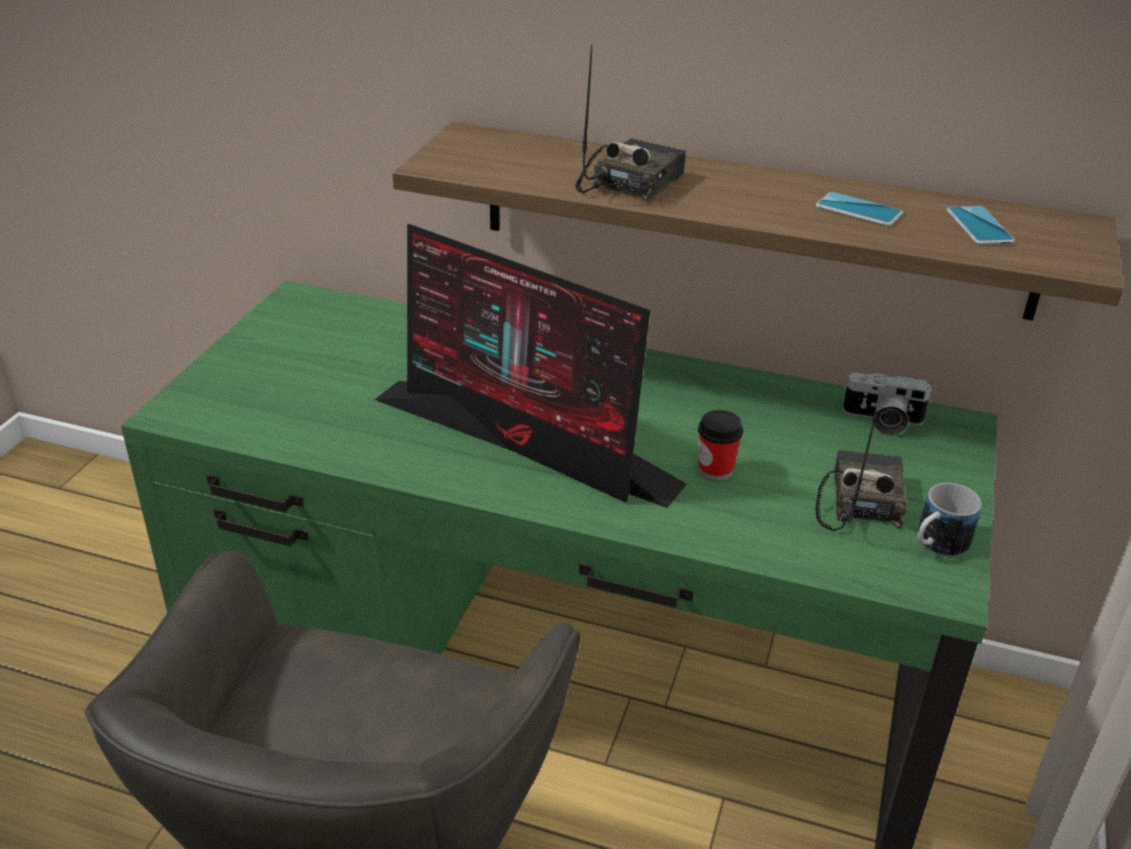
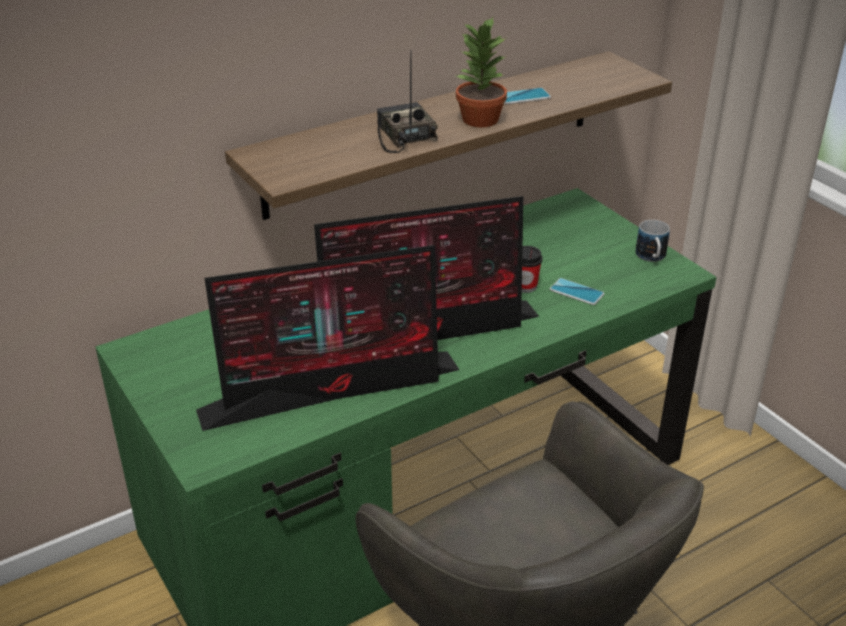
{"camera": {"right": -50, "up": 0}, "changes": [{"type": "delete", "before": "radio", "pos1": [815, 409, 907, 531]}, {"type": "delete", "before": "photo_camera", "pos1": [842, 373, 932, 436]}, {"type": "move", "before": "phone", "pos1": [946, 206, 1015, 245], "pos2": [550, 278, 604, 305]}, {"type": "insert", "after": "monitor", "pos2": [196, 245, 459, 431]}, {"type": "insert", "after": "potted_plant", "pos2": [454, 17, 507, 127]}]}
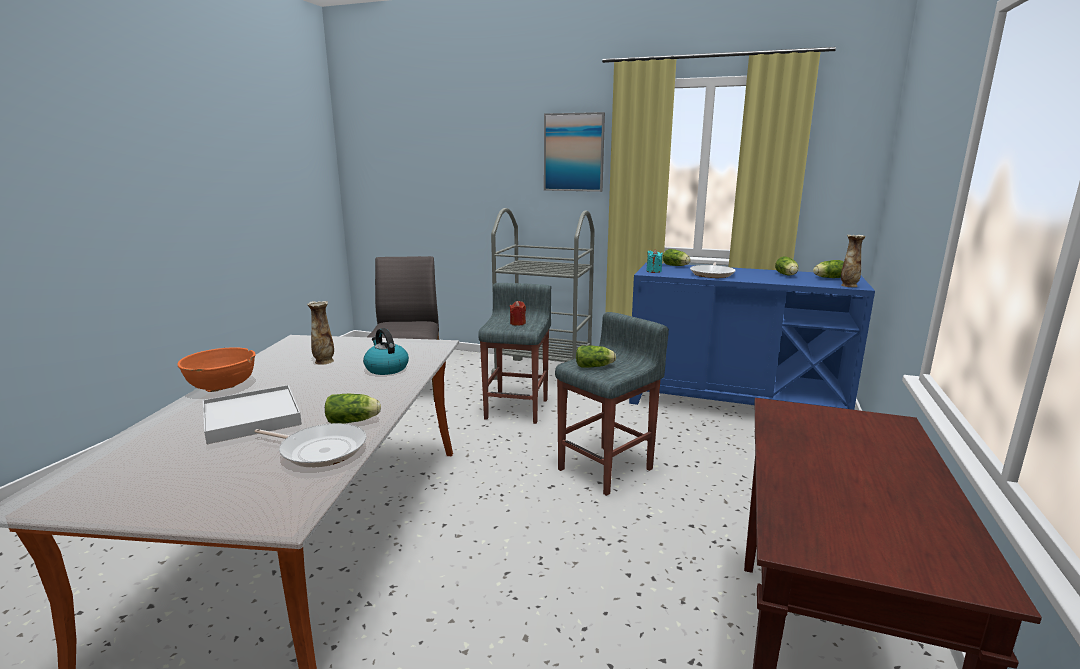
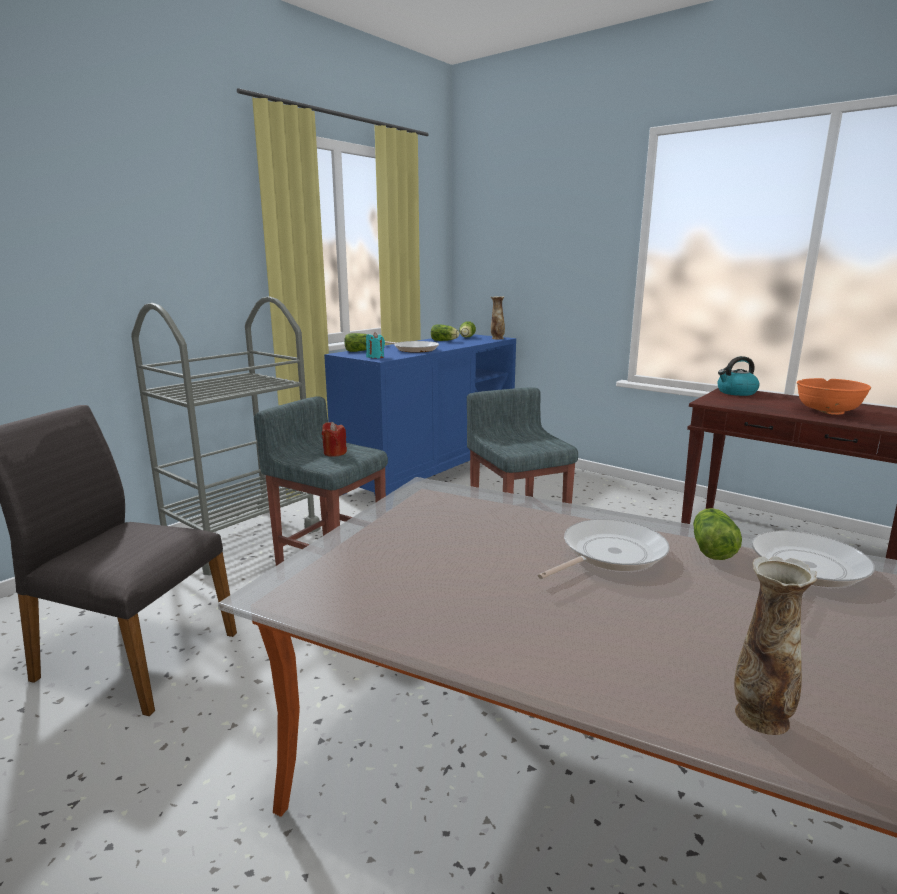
{"camera": {"right": -70, "up": 0}, "changes": [{"type": "move", "before": "orange_bowl", "pos1": [177, 348, 256, 392], "pos2": [797, 378, 871, 415]}, {"type": "delete", "before": "white_tray", "pos1": [203, 385, 302, 444]}, {"type": "move", "before": "vase", "pos1": [307, 301, 334, 365], "pos2": [734, 556, 817, 735]}, {"type": "move", "before": "kettle", "pos1": [363, 328, 409, 375], "pos2": [718, 356, 760, 396]}, {"type": "delete", "before": "picture", "pos1": [544, 112, 605, 192]}, {"type": "delete", "before": "lettuce", "pos1": [576, 346, 616, 368]}, {"type": "insert", "after": "frying_pan", "pos2": [538, 519, 670, 579]}]}
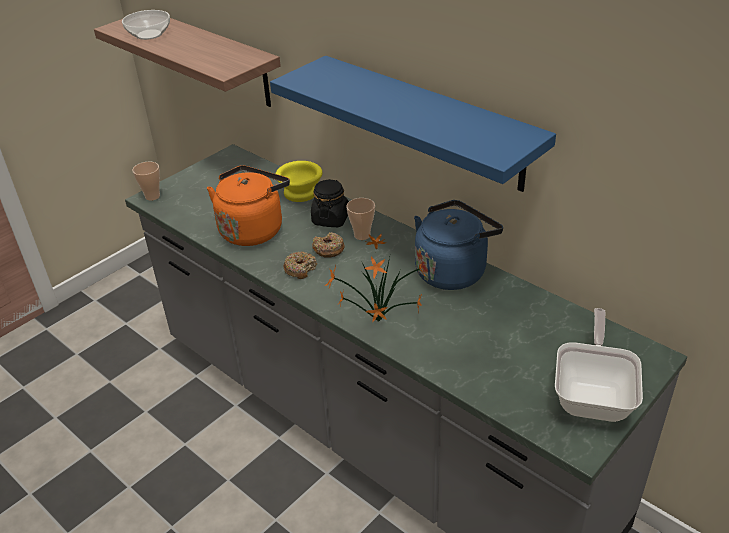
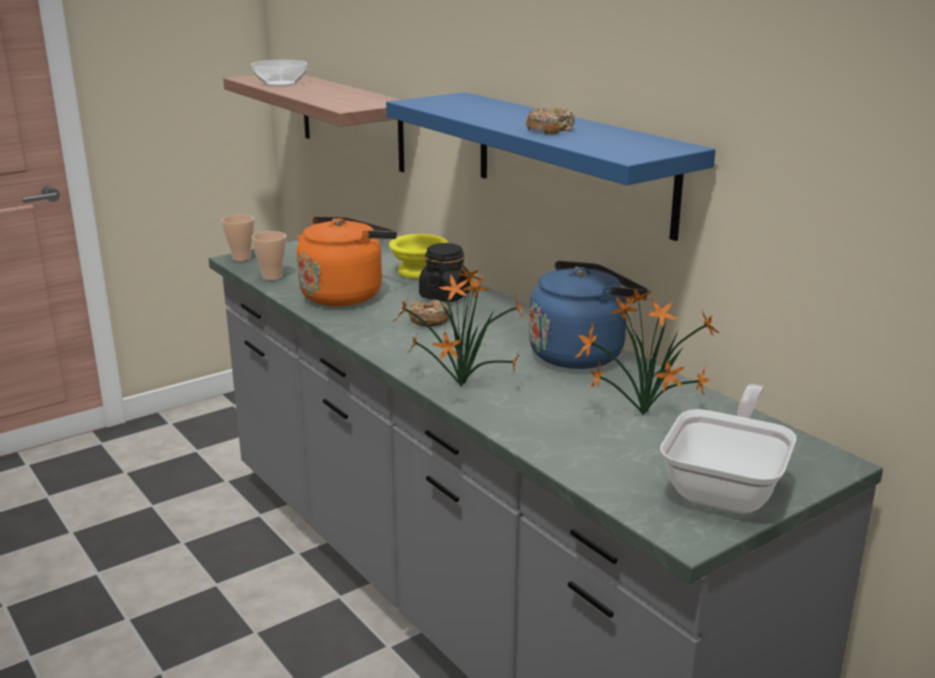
{"camera": {"right": 10, "up": -15}, "changes": [{"type": "move", "before": "donut", "pos1": [283, 252, 317, 279], "pos2": [526, 107, 575, 134]}, {"type": "move", "before": "cup", "pos1": [346, 198, 375, 240], "pos2": [252, 231, 286, 281]}, {"type": "insert", "after": "potted_plant", "pos2": [575, 288, 720, 415]}]}
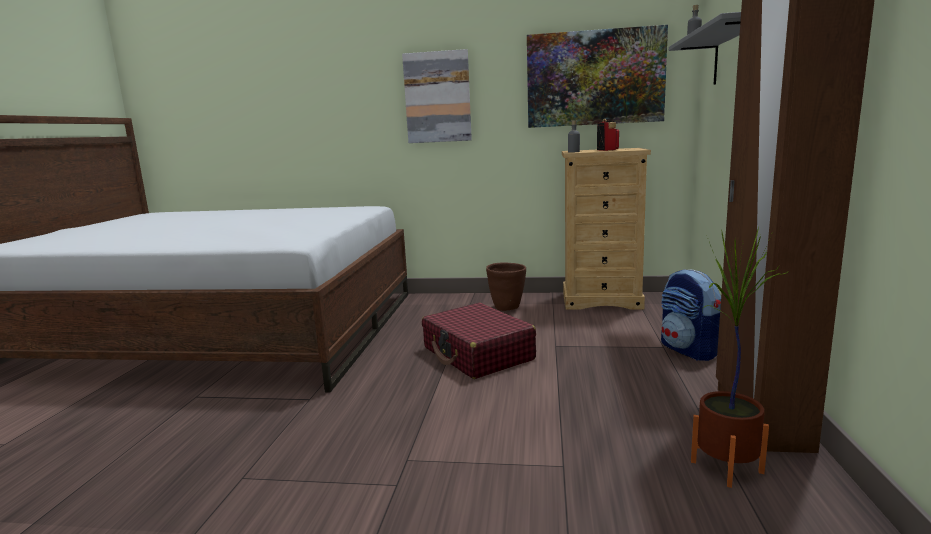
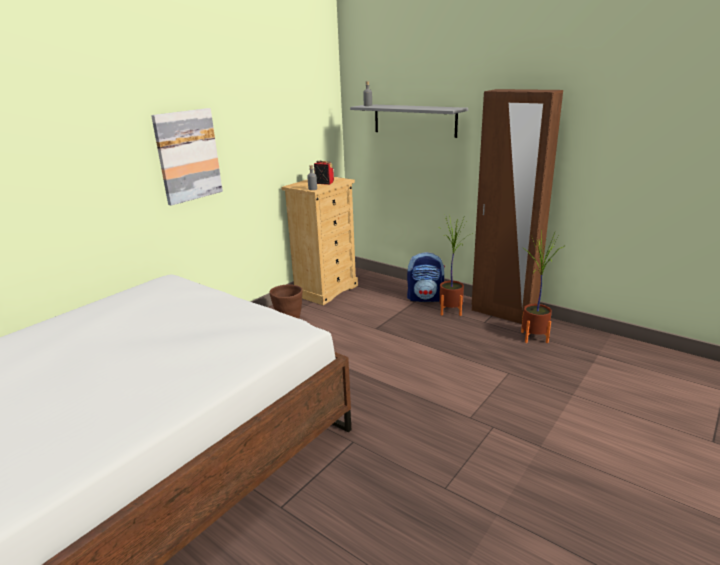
{"camera": {"right": -60, "up": 10}, "changes": [{"type": "delete", "before": "red_suitcase", "pos1": [422, 303, 536, 379]}, {"type": "delete", "before": "picture", "pos1": [527, 25, 668, 128]}, {"type": "insert", "after": "potted_plant", "pos2": [439, 214, 473, 316]}]}
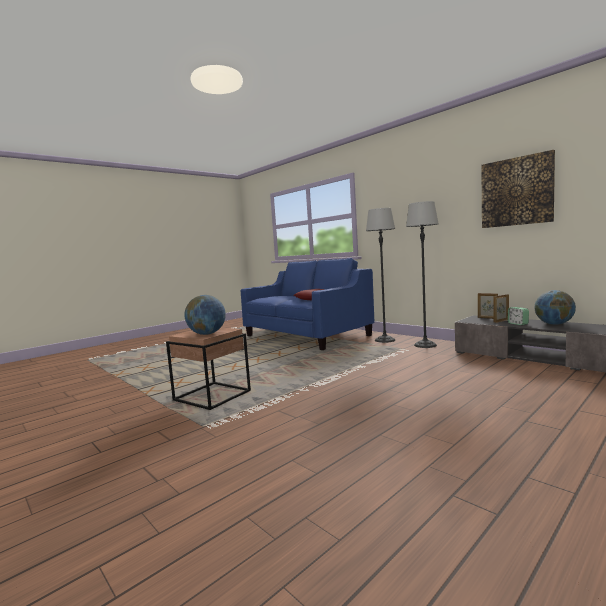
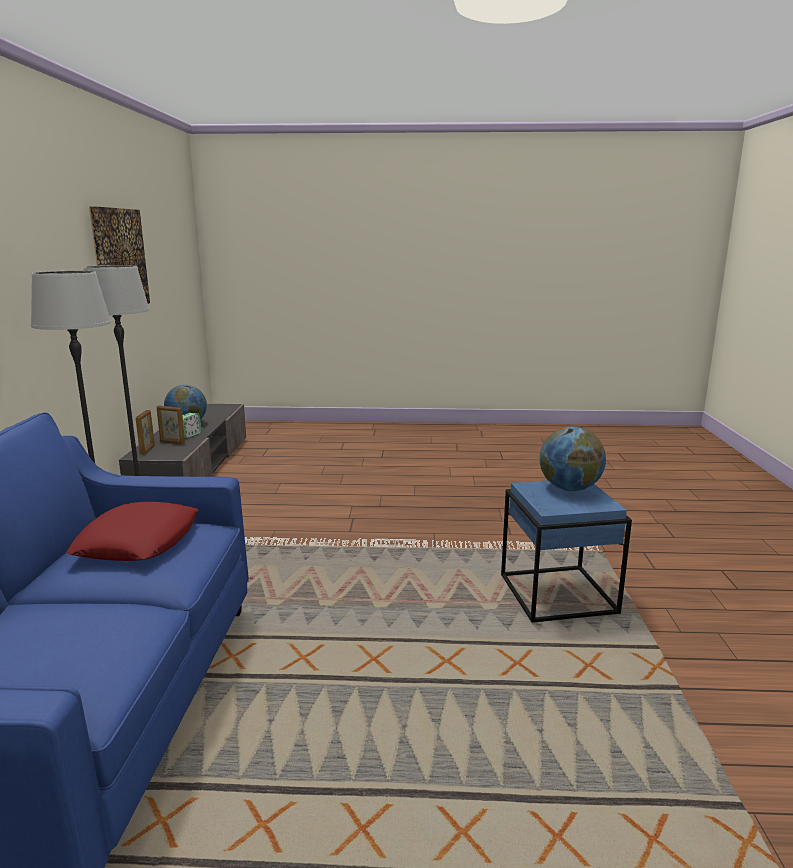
{"camera": {"right": -135, "up": 10}, "changes": [{"type": "recolor", "before": "brown_side_table", "after": "blue_side_table", "pos1": [166, 327, 251, 410], "pos2": [501, 481, 632, 623]}]}
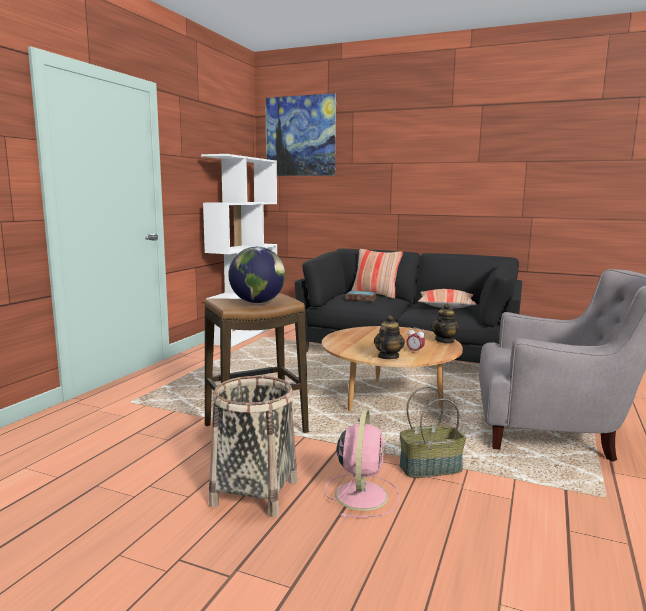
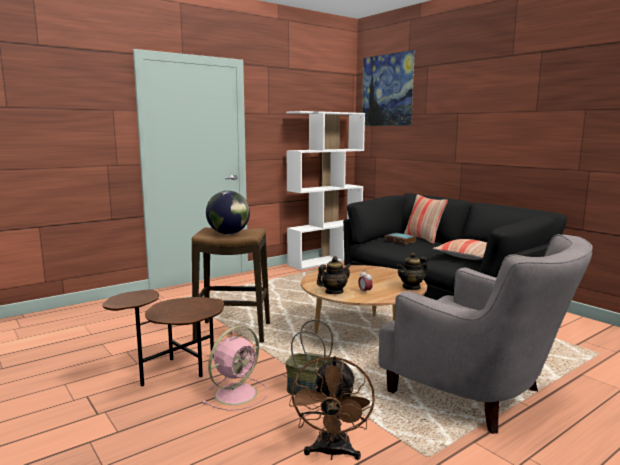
{"camera": {"right": 30, "up": 0}, "changes": [{"type": "replace", "before": "basket", "after": "brown_side_table", "pos1": [209, 376, 298, 517], "pos2": [102, 290, 224, 386]}, {"type": "insert", "after": "brown_fan", "pos2": [289, 356, 375, 460]}]}
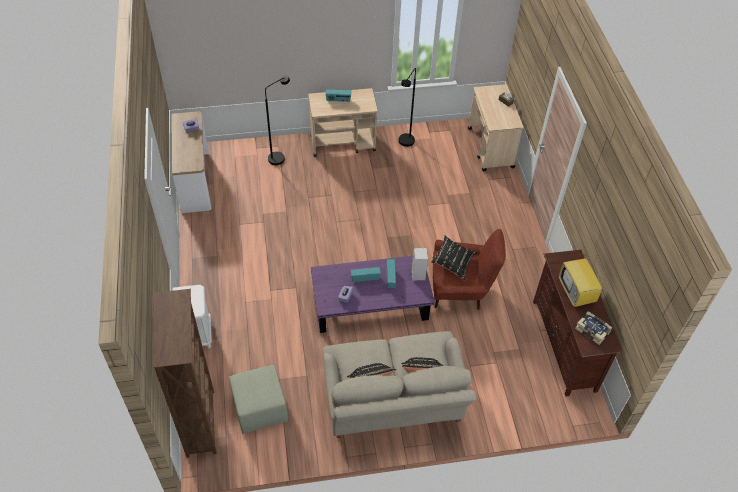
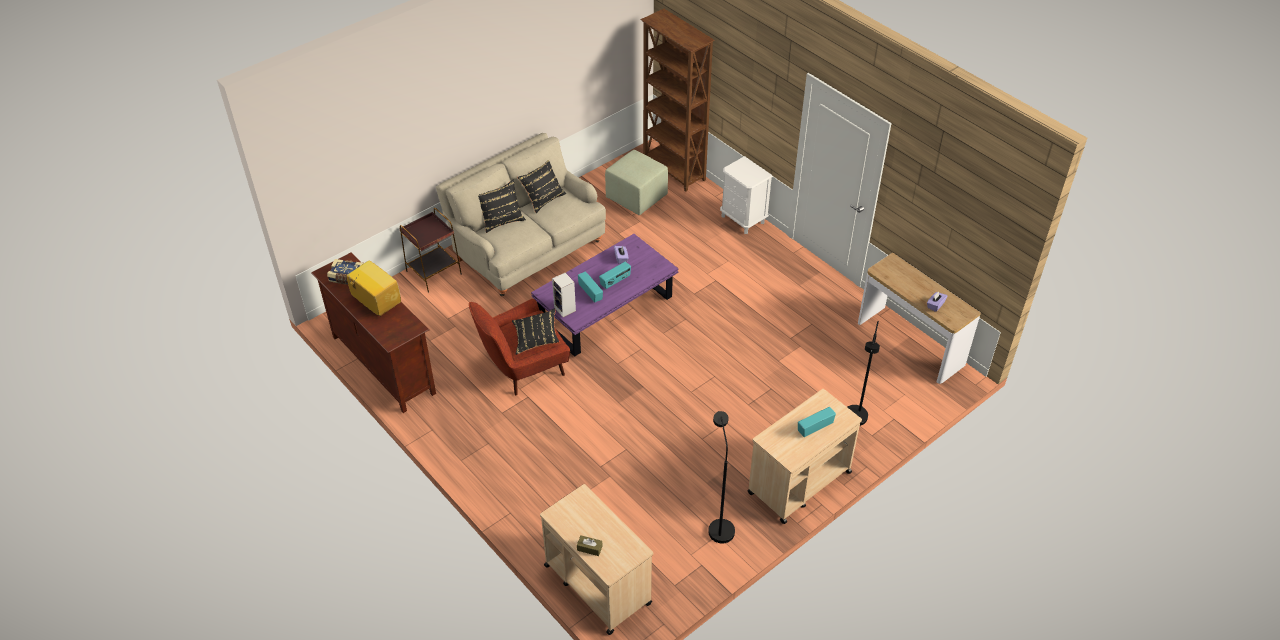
{"camera": {"right": 150, "up": -5}, "changes": [{"type": "insert", "after": "brown_side_table", "pos2": [400, 208, 462, 293]}]}
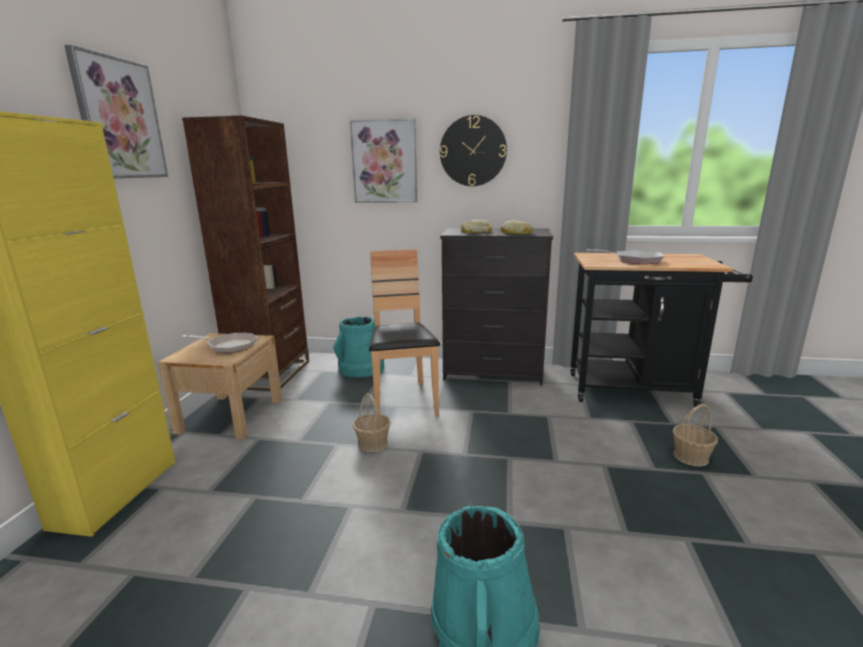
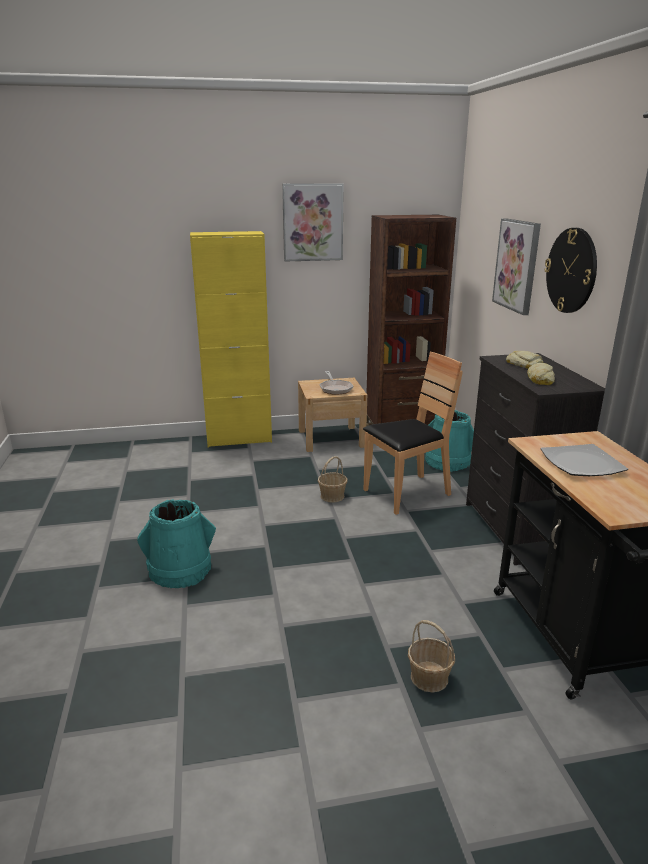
{"camera": {"right": 70, "up": 5}, "changes": [{"type": "replace", "before": "frying_pan", "after": "plate", "pos1": [587, 249, 665, 265], "pos2": [540, 444, 628, 476]}]}
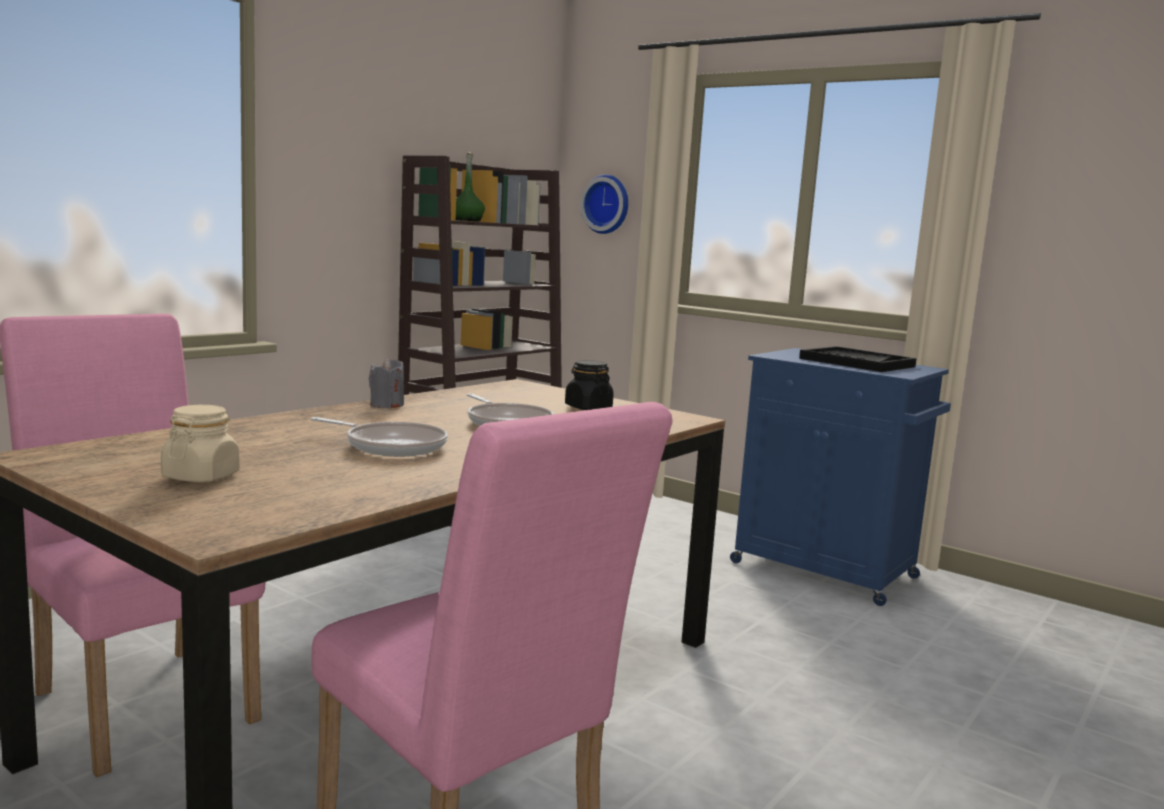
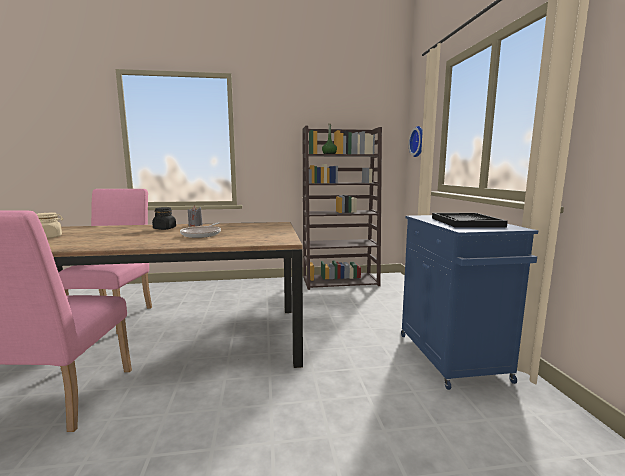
{"camera": {"right": 45, "up": 0}, "changes": [{"type": "delete", "before": "frying_pan", "pos1": [311, 417, 448, 457]}, {"type": "move", "before": "black_jar", "pos1": [565, 360, 614, 410], "pos2": [152, 207, 176, 230]}]}
